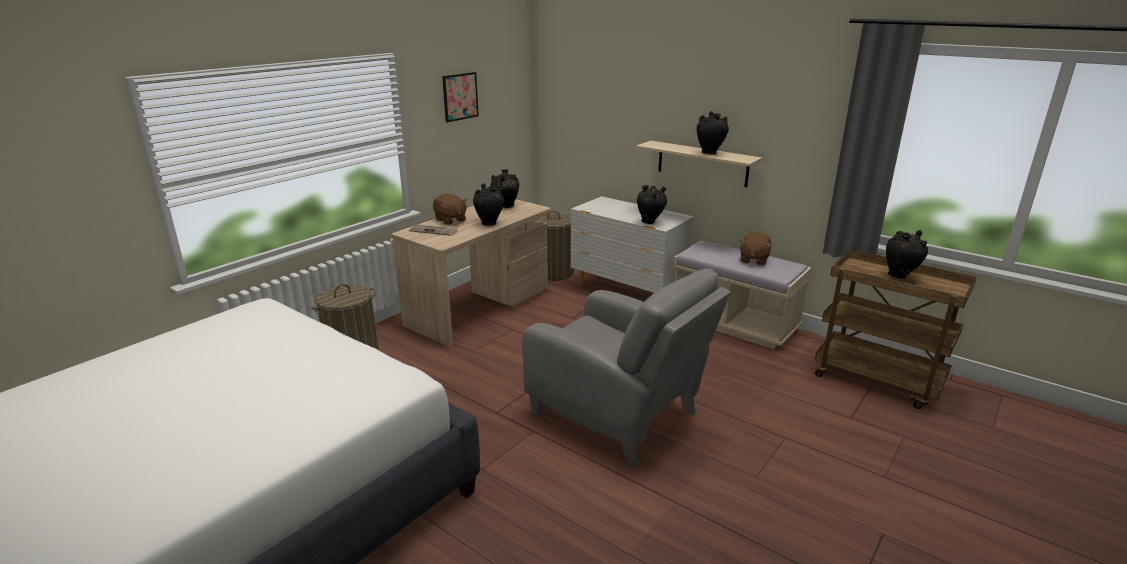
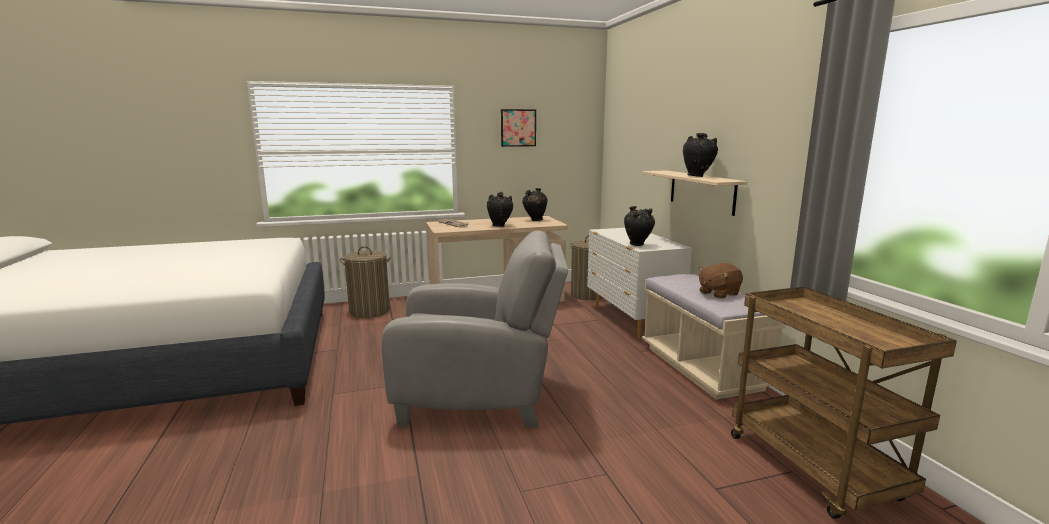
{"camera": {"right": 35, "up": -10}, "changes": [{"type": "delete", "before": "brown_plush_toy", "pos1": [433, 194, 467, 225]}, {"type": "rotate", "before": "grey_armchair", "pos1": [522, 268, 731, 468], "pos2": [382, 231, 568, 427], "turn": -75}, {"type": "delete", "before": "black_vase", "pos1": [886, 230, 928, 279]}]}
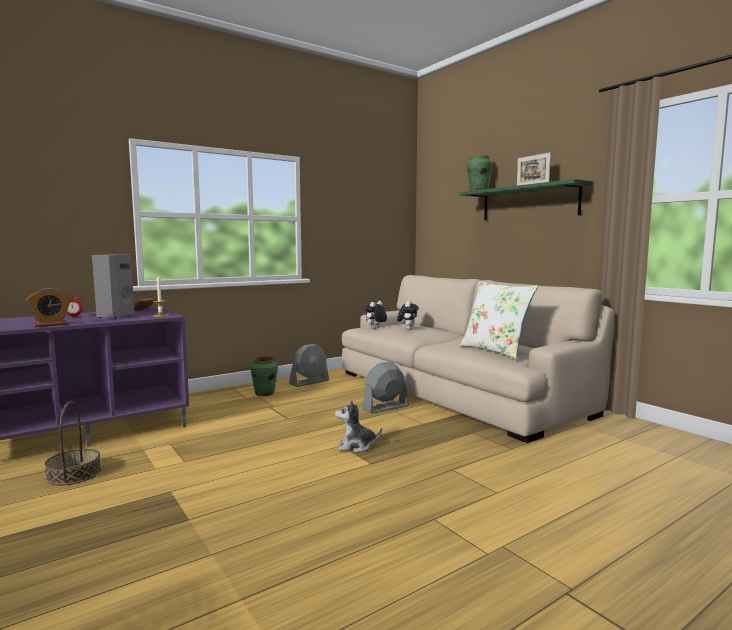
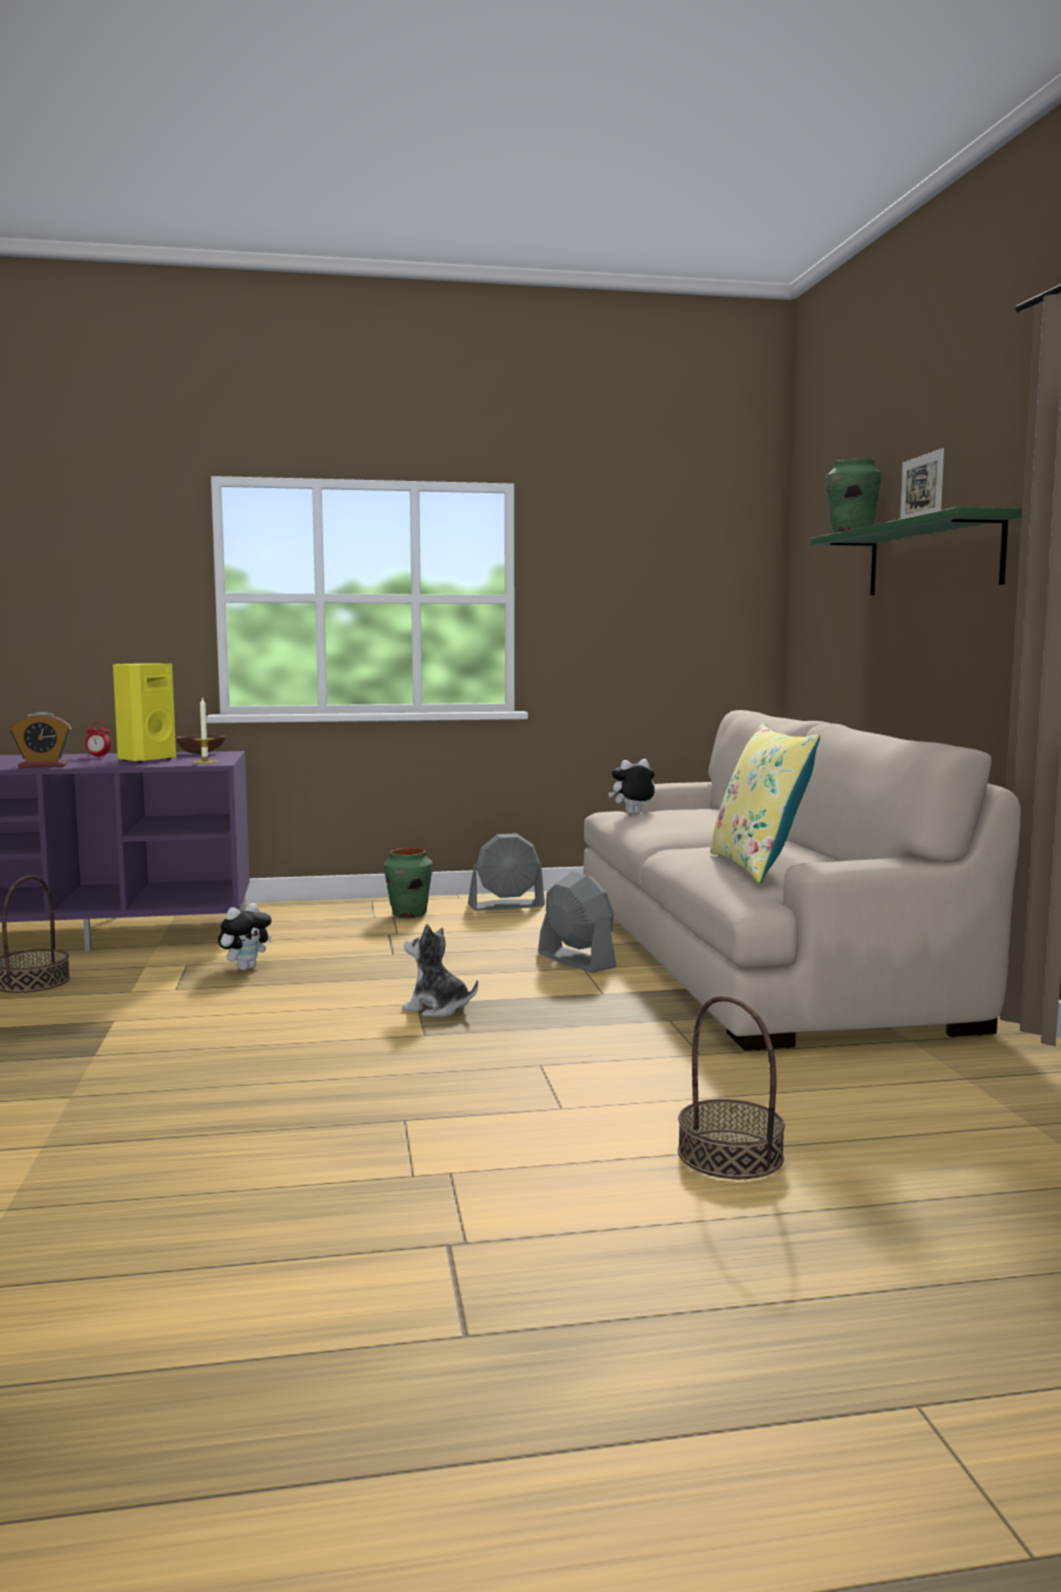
{"camera": {"right": 25, "up": 0}, "changes": [{"type": "recolor", "before": "grey_speaker", "after": "yellow_speaker", "pos1": [92, 255, 135, 319], "pos2": [113, 664, 176, 763]}, {"type": "rotate", "before": "grey_fan", "pos1": [362, 361, 409, 414], "pos2": [538, 871, 616, 973], "turn": 60}, {"type": "move", "before": "plush_toy", "pos1": [397, 301, 419, 330], "pos2": [218, 903, 272, 970]}, {"type": "recolor", "before": "white_pillow", "after": "yellow_pillow", "pos1": [460, 281, 538, 359], "pos2": [710, 723, 820, 883]}, {"type": "insert", "after": "basket", "pos2": [678, 995, 785, 1179]}]}
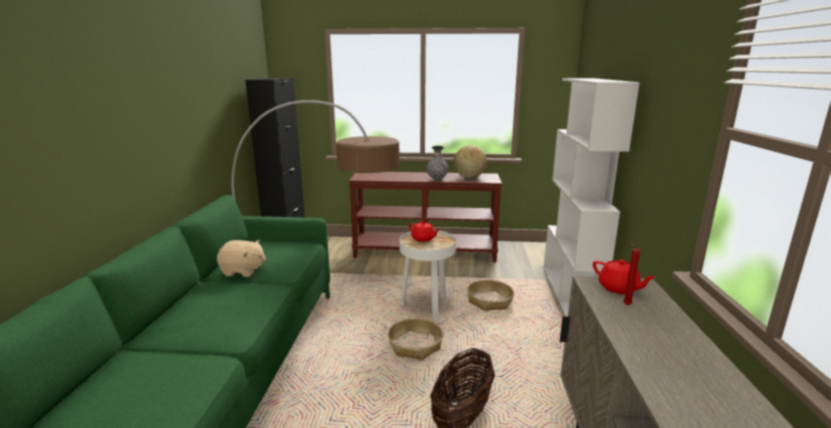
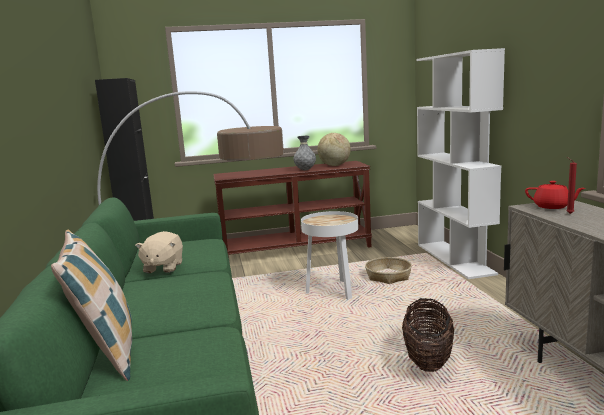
{"camera": {"right": -15, "up": -5}, "changes": [{"type": "rotate", "before": "beige_plush_toy", "pos1": [217, 240, 266, 277], "pos2": [135, 231, 183, 273], "turn": 105}, {"type": "delete", "before": "basket", "pos1": [388, 318, 443, 360]}, {"type": "delete", "before": "red_teapot", "pos1": [409, 221, 440, 242]}, {"type": "insert", "after": "pillow", "pos2": [51, 229, 132, 381]}]}
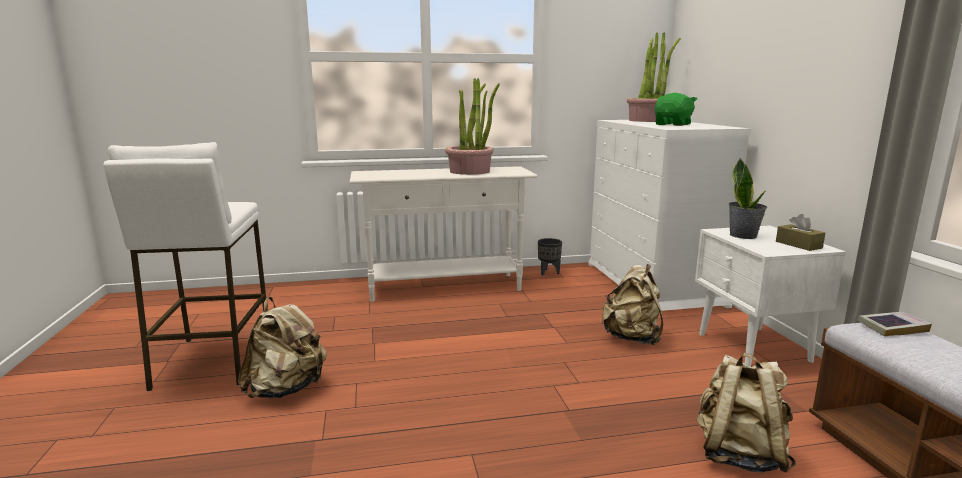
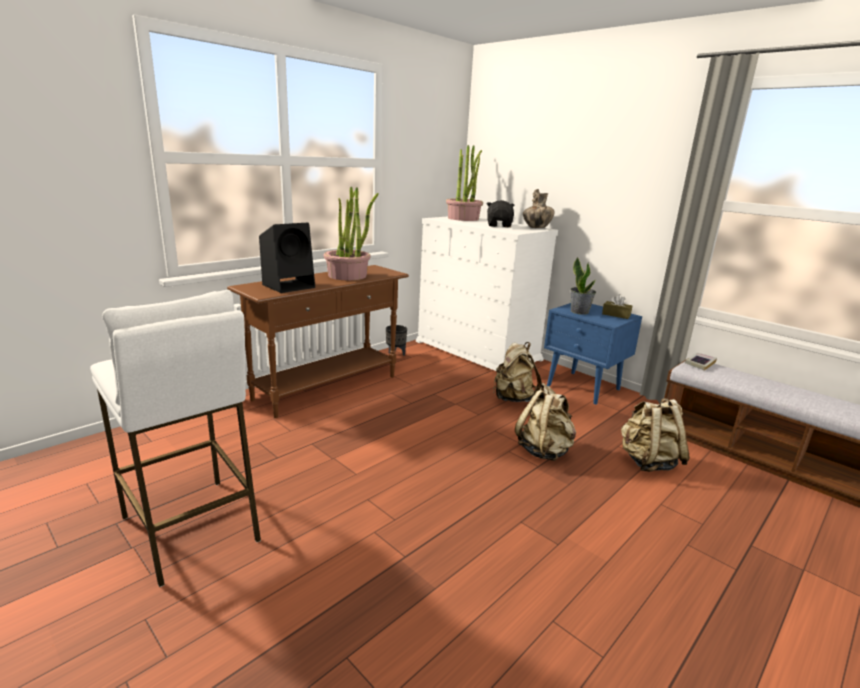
{"camera": {"right": -35, "up": 5}, "changes": [{"type": "move", "before": "beige_backpack", "pos1": [238, 297, 327, 399], "pos2": [515, 383, 576, 461]}, {"type": "recolor", "before": "white_console_table", "after": "brown_console_table", "pos1": [350, 166, 537, 302], "pos2": [227, 265, 409, 418]}, {"type": "recolor", "before": "green_plush_toy", "after": "black_plush_toy", "pos1": [655, 93, 697, 126], "pos2": [486, 200, 515, 227]}, {"type": "recolor", "before": "white_nightstand", "after": "blue_nightstand", "pos1": [695, 225, 846, 367], "pos2": [544, 303, 642, 404]}, {"type": "insert", "after": "black_speaker", "pos2": [259, 222, 315, 293]}, {"type": "insert", "after": "vase", "pos2": [523, 189, 555, 228]}]}
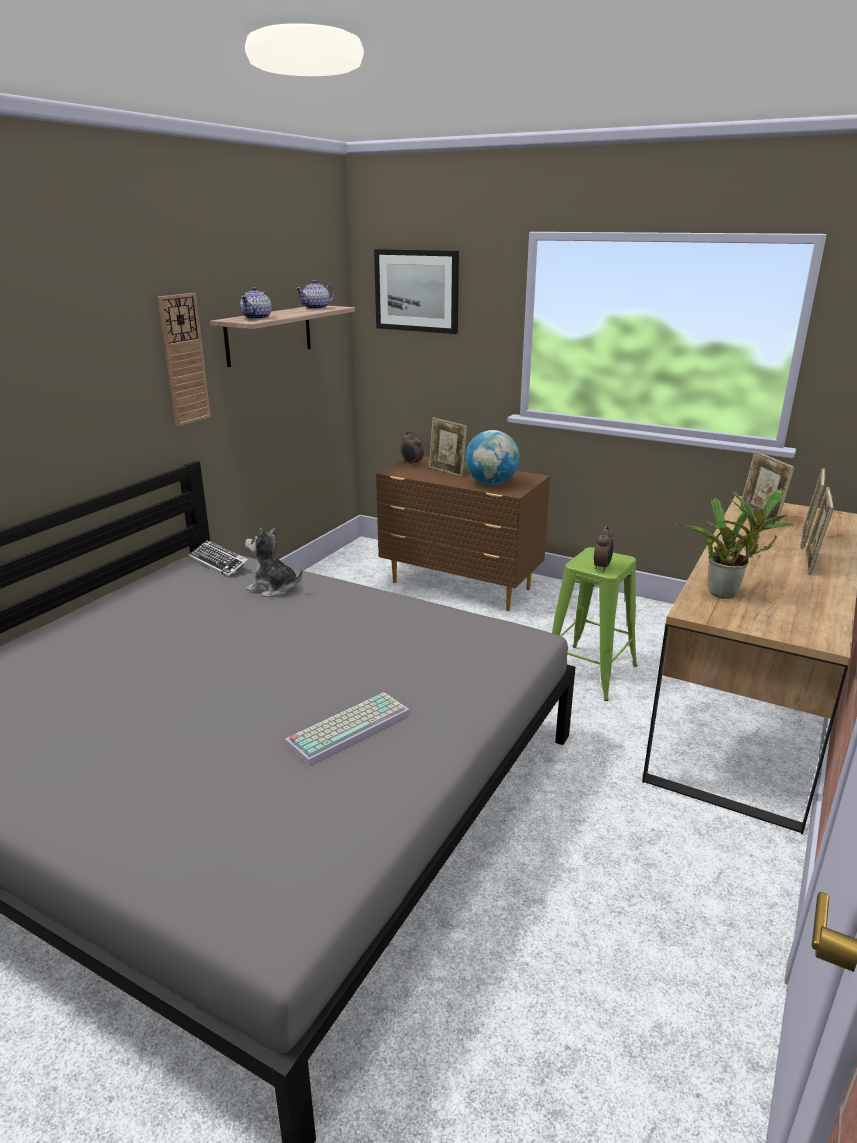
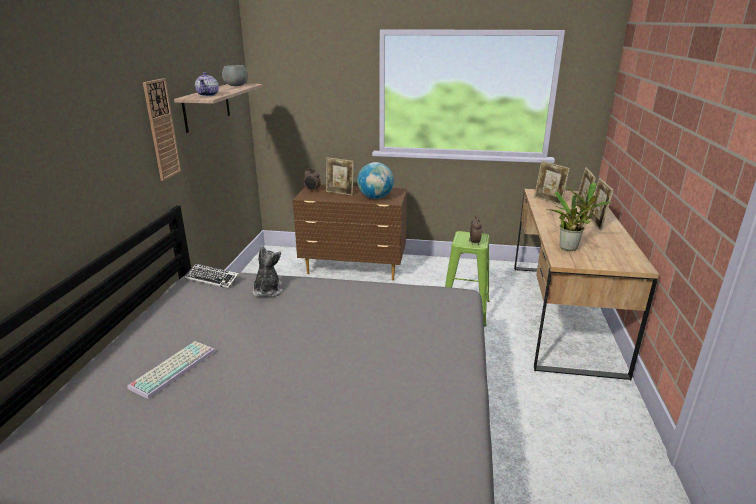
{"camera": {"right": -20, "up": 0}, "changes": [{"type": "rotate", "before": "plush_toy", "pos1": [245, 528, 303, 597], "pos2": [253, 246, 283, 297], "turn": 90}, {"type": "move", "before": "keyboard", "pos1": [284, 692, 410, 765], "pos2": [127, 341, 216, 399]}, {"type": "replace", "before": "teapot", "after": "grey_bowl", "pos1": [295, 280, 334, 309], "pos2": [222, 65, 248, 86]}, {"type": "delete", "before": "picture", "pos1": [374, 249, 459, 334]}]}
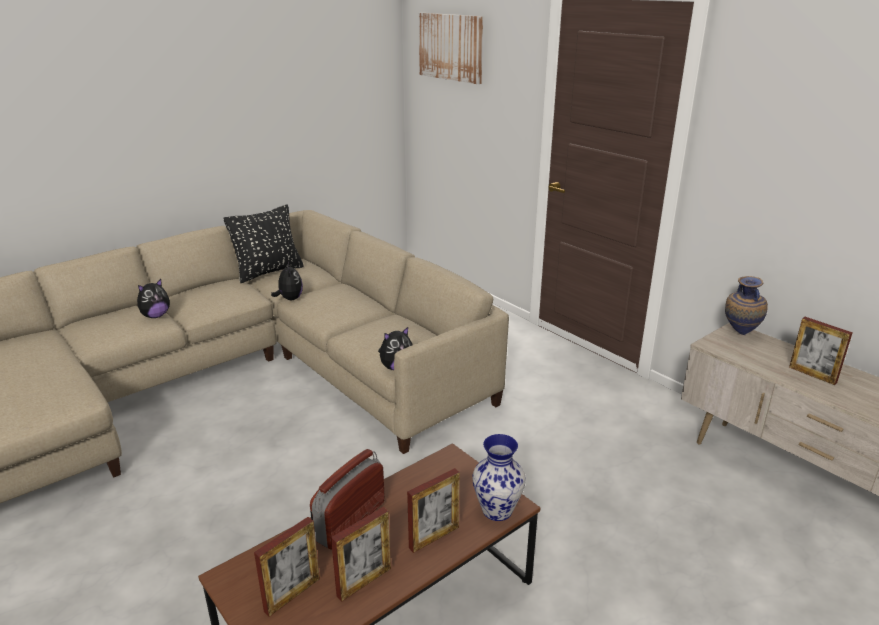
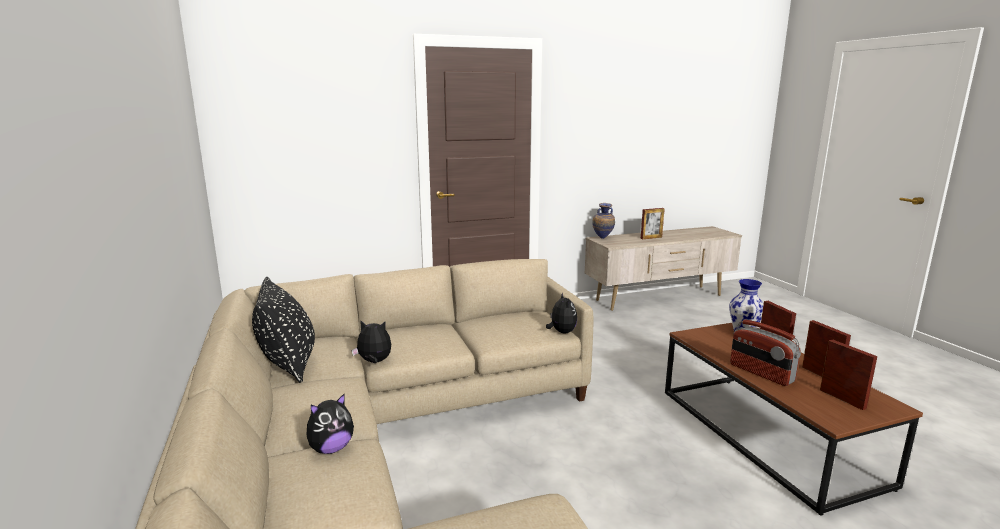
{"camera": {"right": -70, "up": -10}, "changes": [{"type": "rotate", "before": "plush_toy", "pos1": [137, 279, 170, 318], "pos2": [306, 393, 354, 454], "turn": 75}, {"type": "delete", "before": "picture", "pos1": [419, 13, 483, 84]}]}
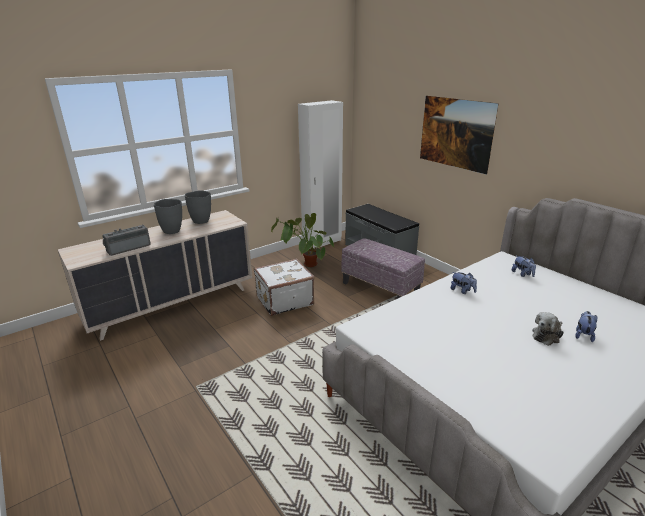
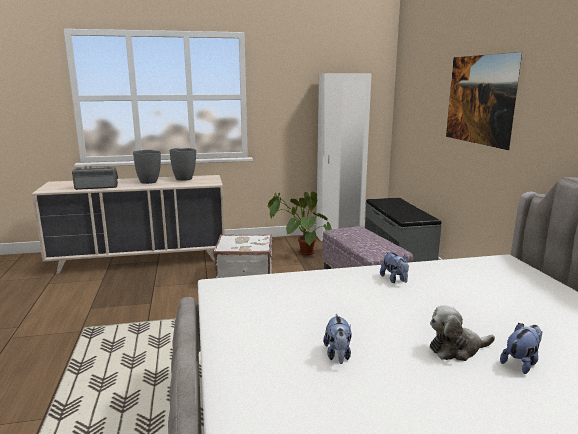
{"camera": {"right": 25, "up": -10}, "changes": [{"type": "move", "before": "plush_toy", "pos1": [512, 256, 536, 277], "pos2": [323, 314, 352, 364]}]}
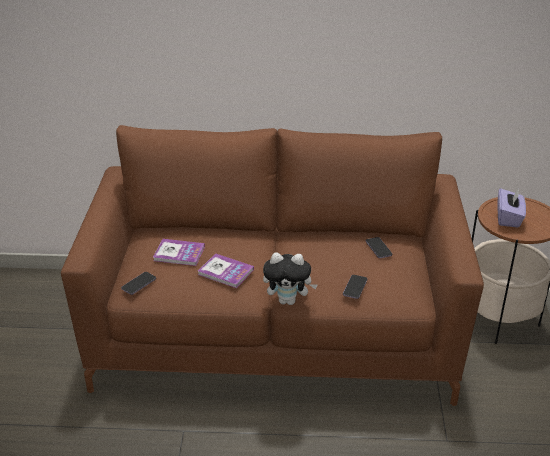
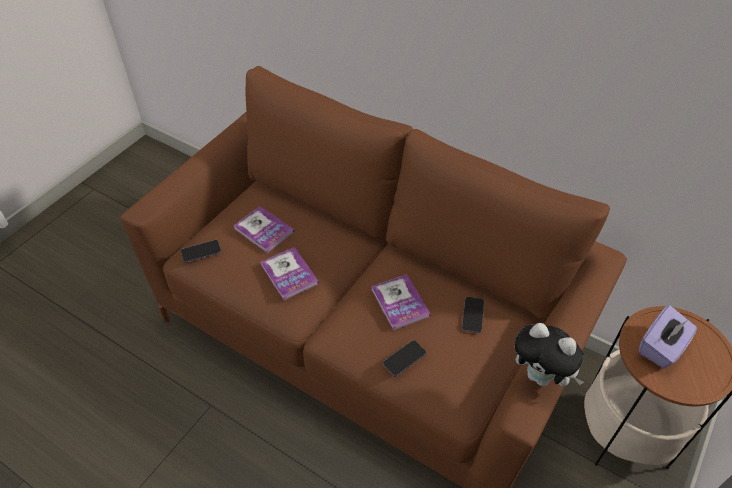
{"camera": {"right": 30, "up": 15}, "changes": [{"type": "move", "before": "plush_toy", "pos1": [263, 253, 317, 305], "pos2": [515, 323, 584, 387]}, {"type": "insert", "after": "book", "pos2": [371, 274, 431, 330]}]}
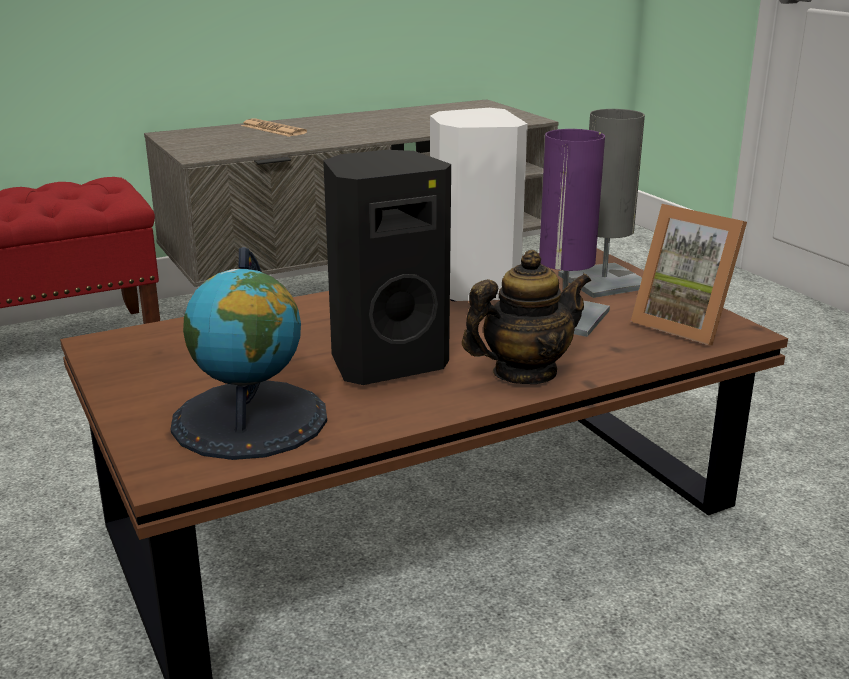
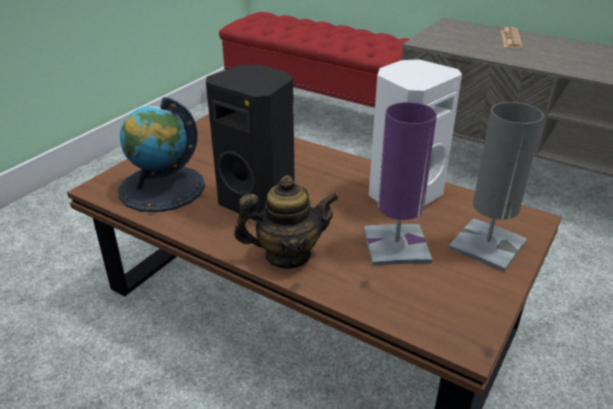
{"camera": {"right": 60, "up": 10}, "changes": [{"type": "rotate", "before": "teapot", "pos1": [462, 250, 591, 384], "pos2": [234, 175, 339, 269], "turn": -45}, {"type": "delete", "before": "picture_frame", "pos1": [631, 204, 747, 345]}]}
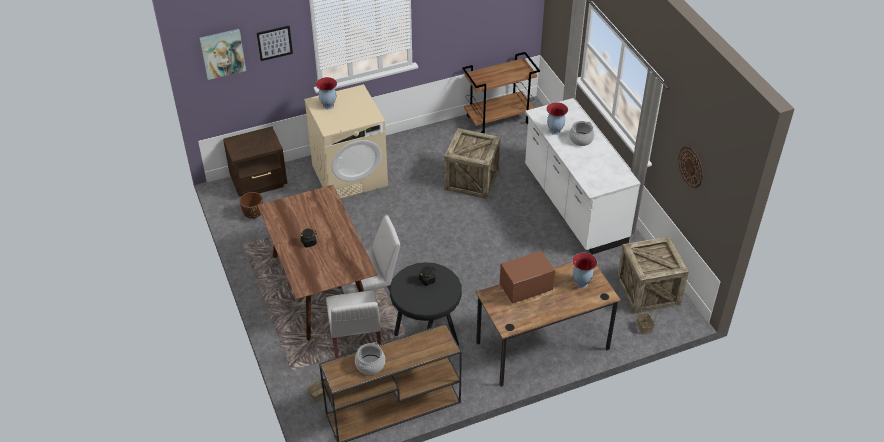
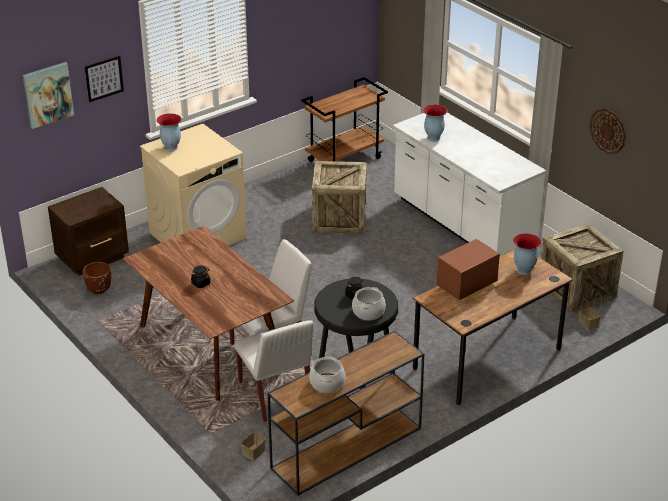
{"camera": {"right": -15, "up": -10}, "changes": [{"type": "move", "before": "cooking_pot", "pos1": [569, 121, 595, 146], "pos2": [352, 287, 386, 320]}]}
